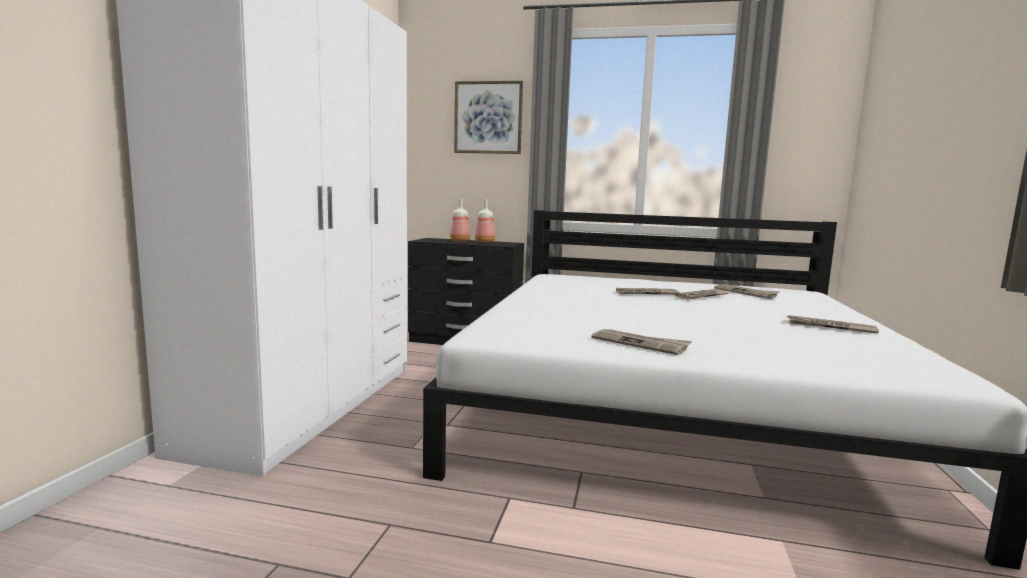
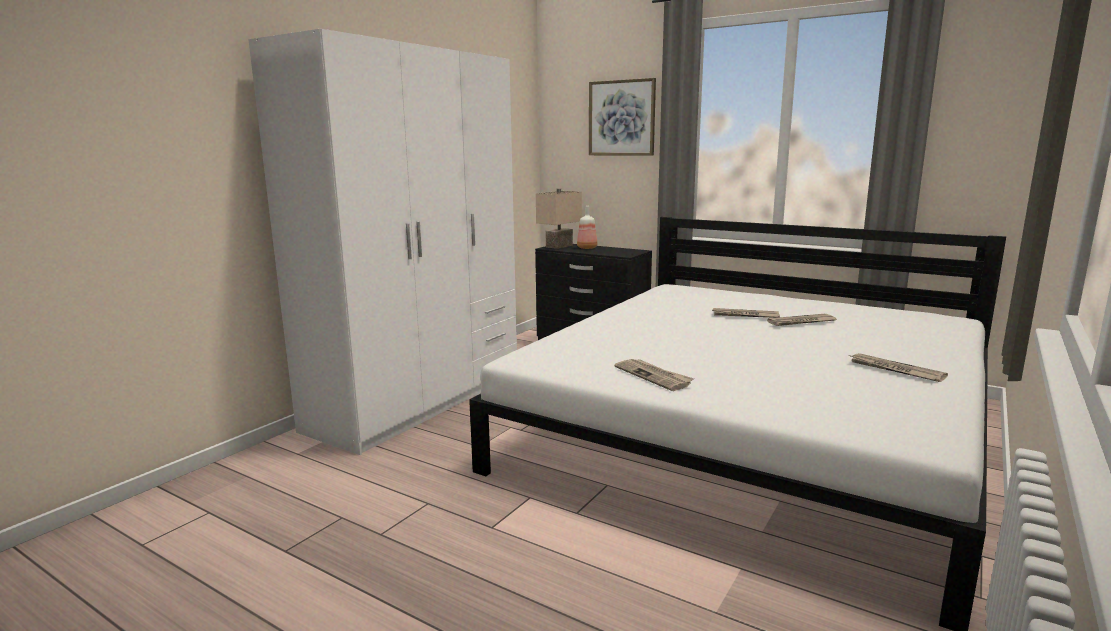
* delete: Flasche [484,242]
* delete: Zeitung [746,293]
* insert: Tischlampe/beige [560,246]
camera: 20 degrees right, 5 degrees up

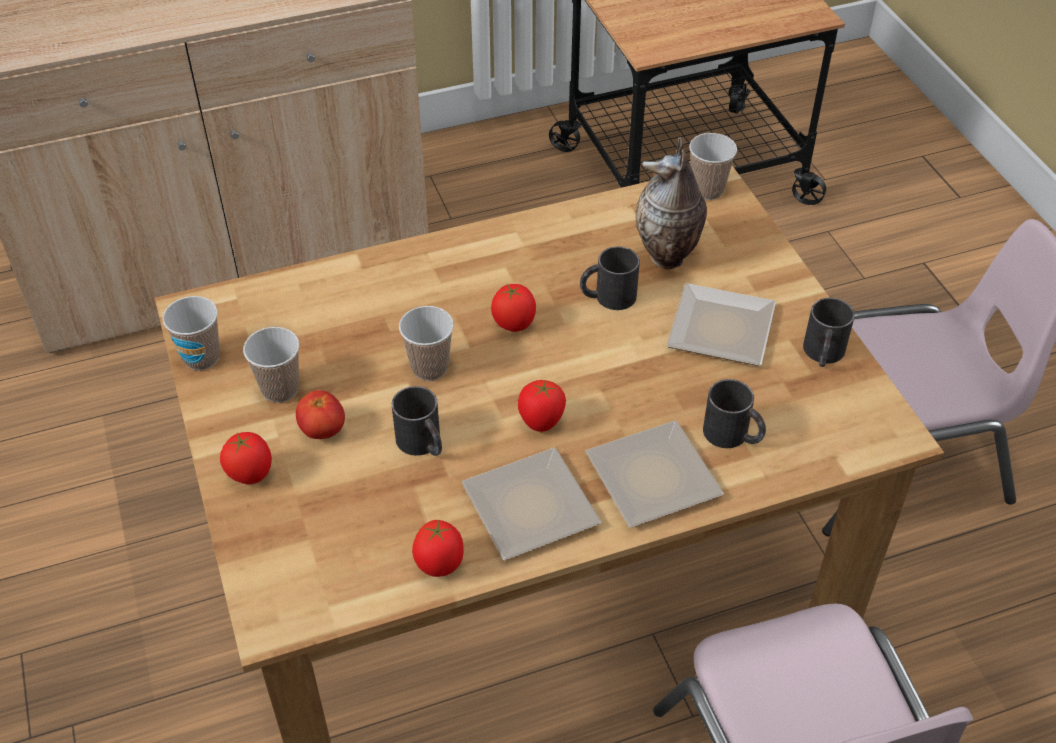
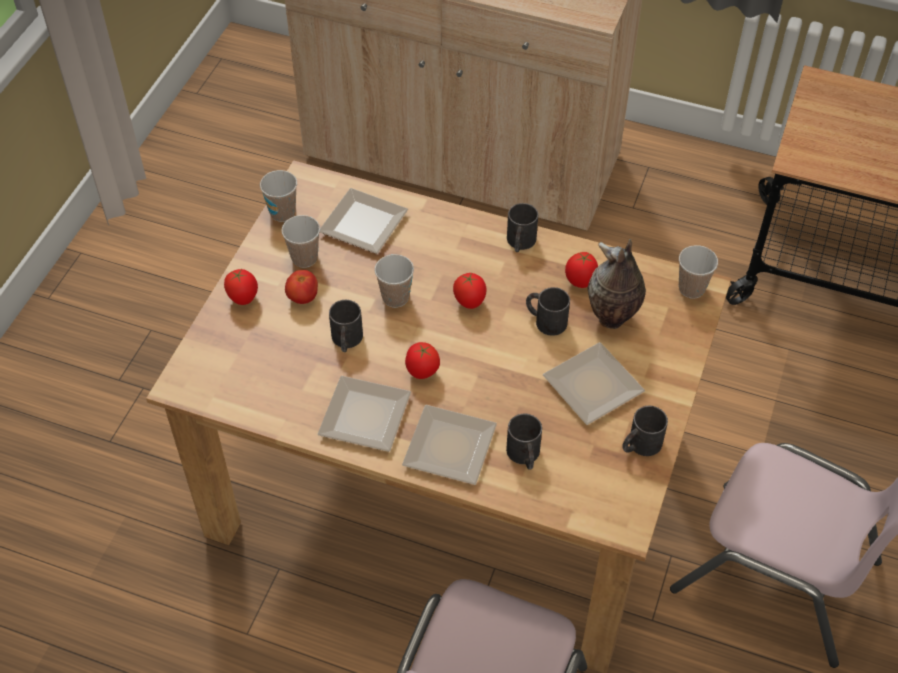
* insert: Teller [362,222]
* insert: Henkelbecher/schwarz [520,243]
* move: Tomate [440,566] to [580,282]
camera: 40 degrees right, 5 degrees up

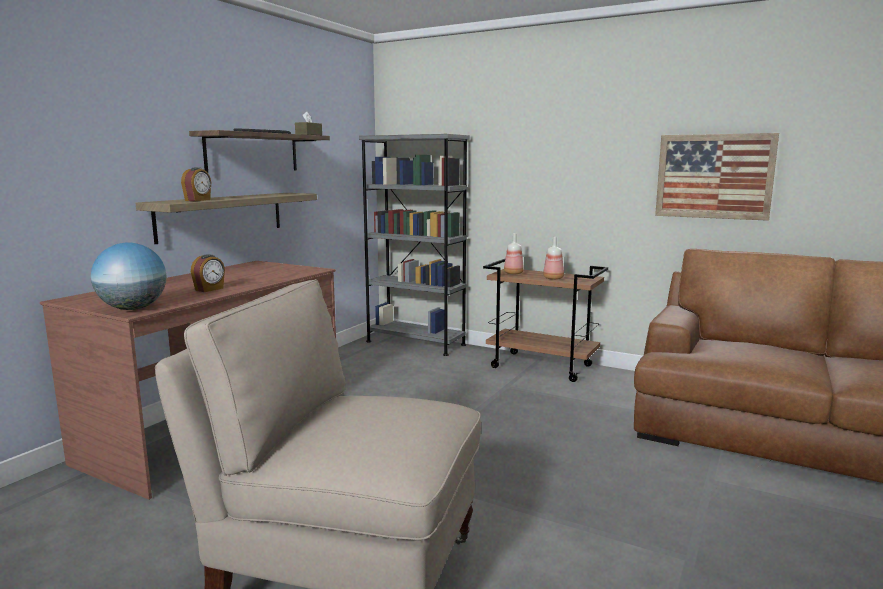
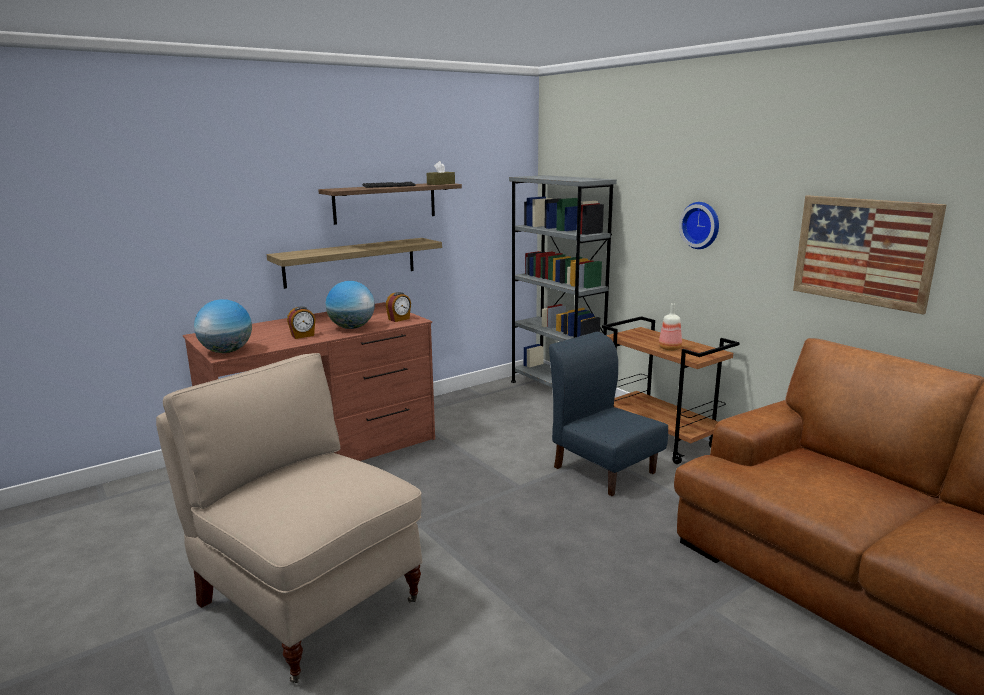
* delete: Flasche [513,273]
* insert: Globus [352,327]
* insert: Stuhl/blau [604,469]
* insert: Wanduhr [701,225]
* move: Wecker [198,200] to [399,319]
camera: 25 degrees right, 5 degrees up

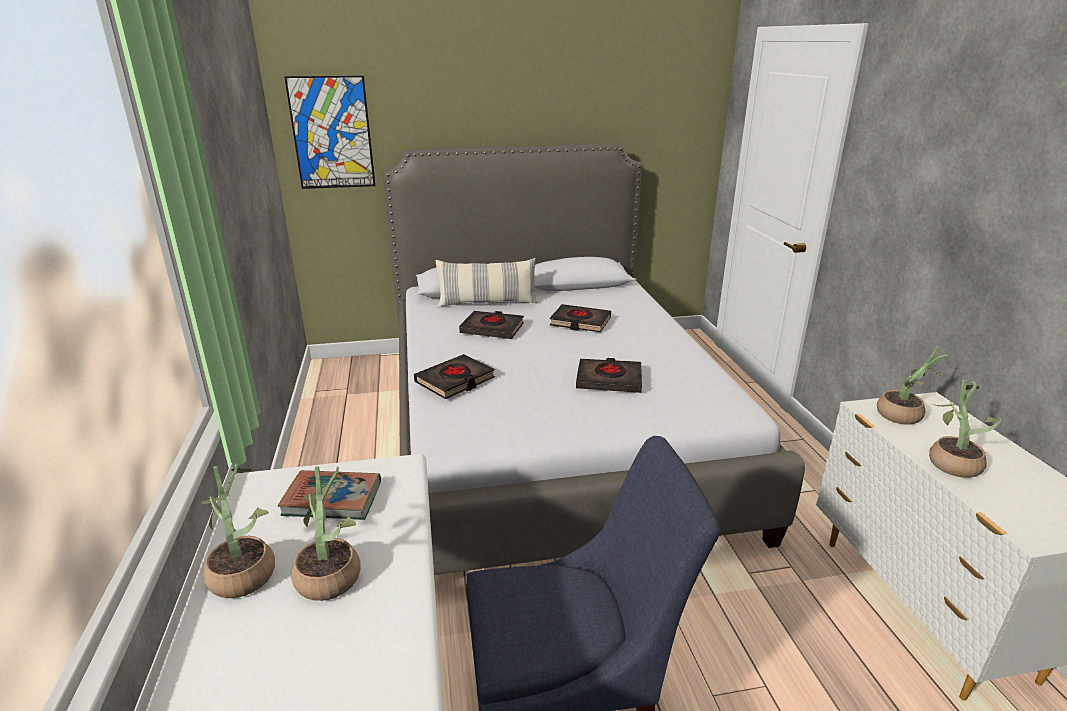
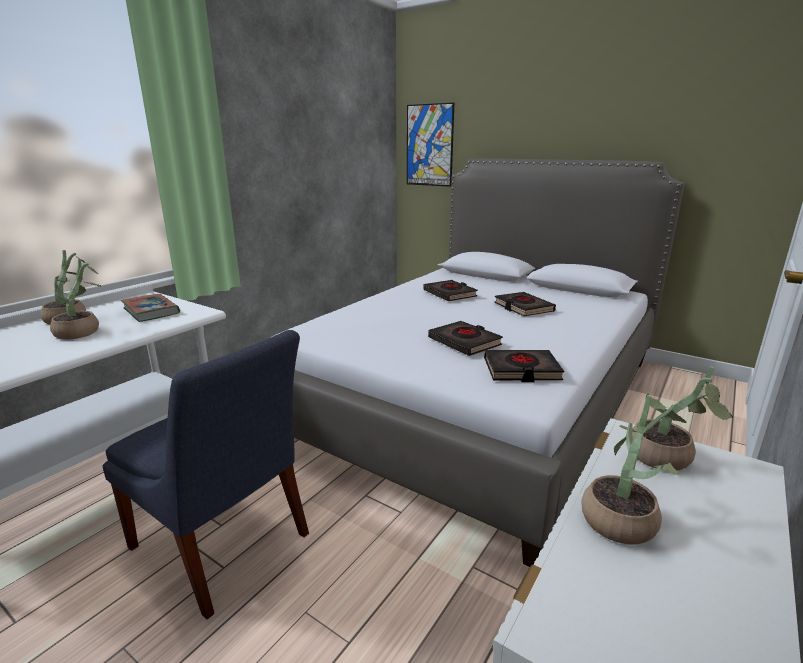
* delete: Kissen [487,303]
* move: Buch/schwarz [455,381] to [521,370]
camera: 45 degrees right, 5 degrees down

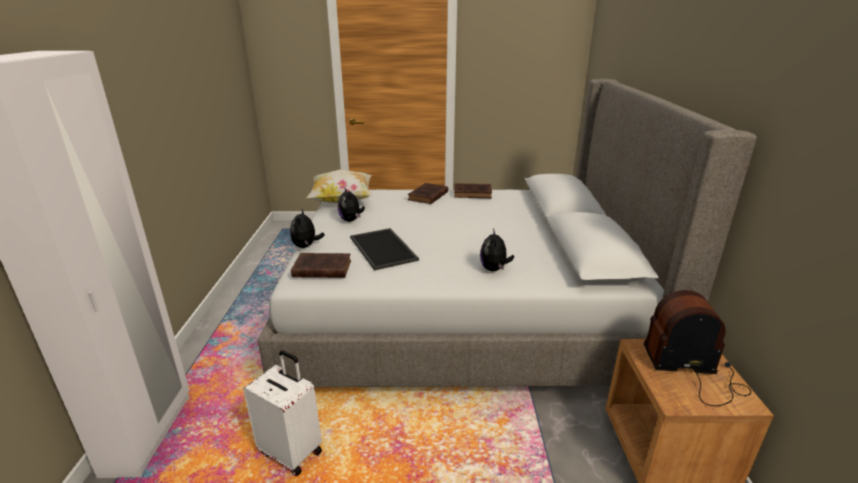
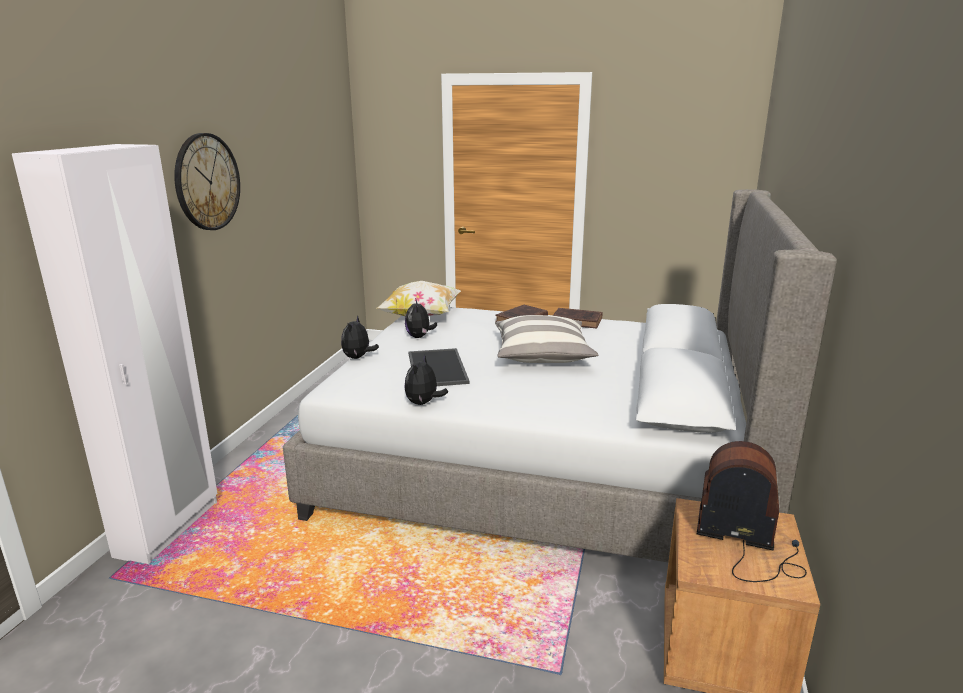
* delete: Koffer/weiß [292,451]
* delete: Buch/braun [320,269]
* insert: Wanduhr [207,182]
* insert: Kissen [542,354]
* move: Plüschtier [494,269] to [423,403]
camera: 15 degrees right, 5 degrees down

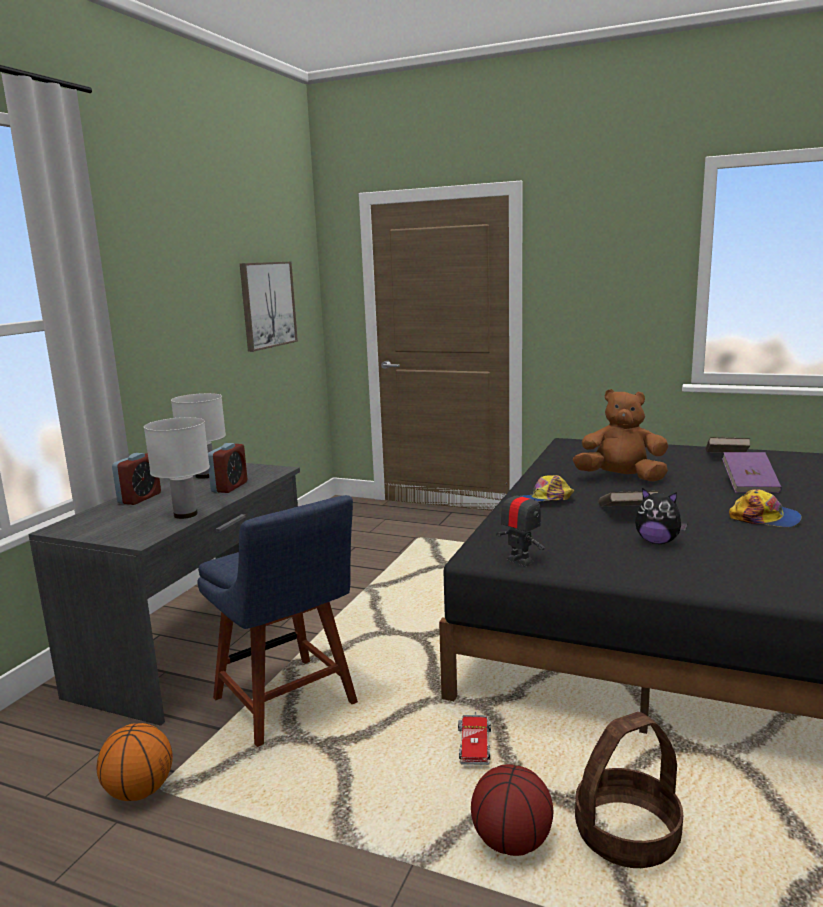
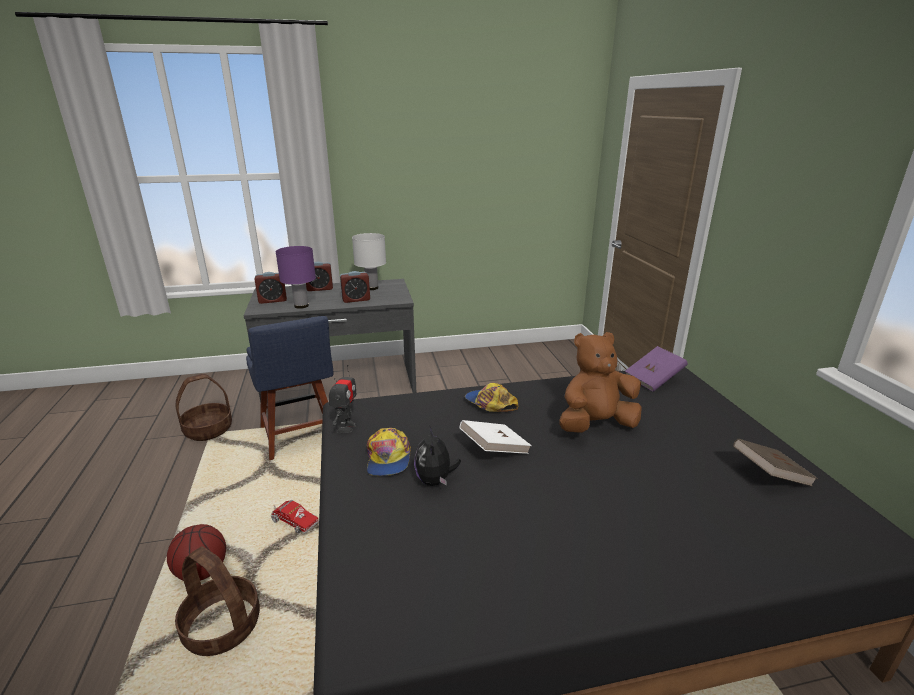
* delete: Bild [267,305]
* insert: Wecker [272,300]
* move: Buch/lila [750,486] to [653,379]
* move: Kappe [765,518] to [388,458]
* replace: Basketball [139,791] to Korb [208,429]
* recolor: Tischlampe/weiß [185,515] to Tischlampe/lila [301,306]
* recolor: Buch/braun [626,514] to Buch/weiß [494,449]
* rotate: Stuhl/blau [288,704] = [300,437] 45 degrees counterclockwise
* rotate: Spielzeuglaster [474,745] = [293,521] 120 degrees counterclockwise
* rotate: Plüschtier/braun [621,478] = [595,425] 90 degrees counterclockwise
camera: 55 degrees right, 10 degrees up

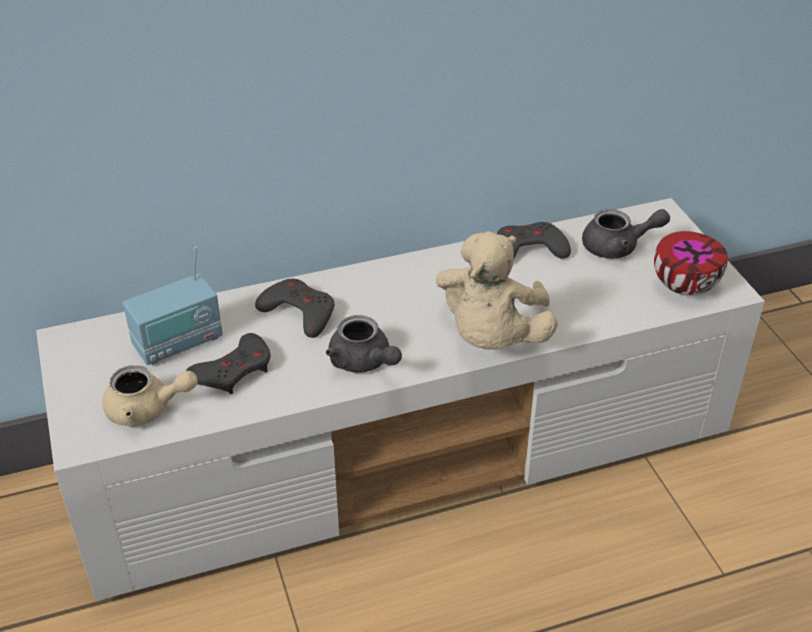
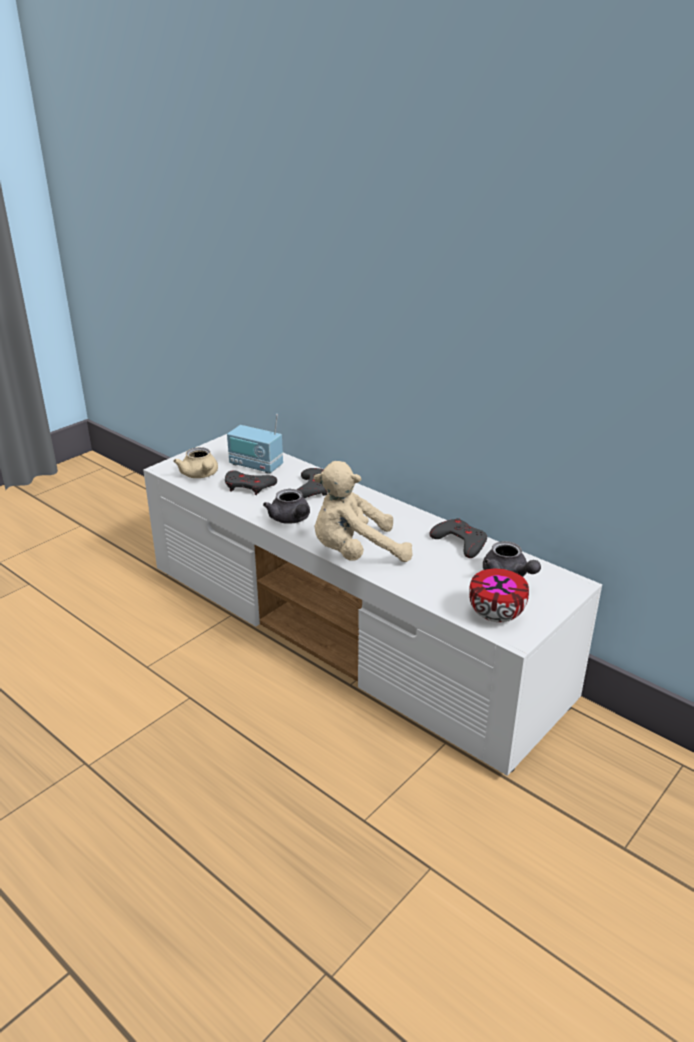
* rotate: Teekanne/grau [363,362] = [291,520] 45 degrees counterclockwise
camera: 60 degrees right, 10 degrees down

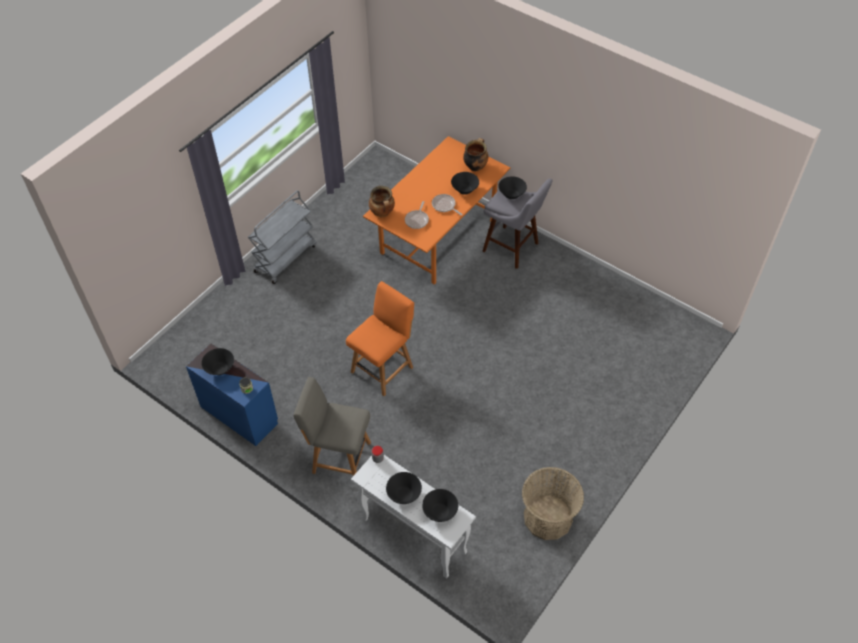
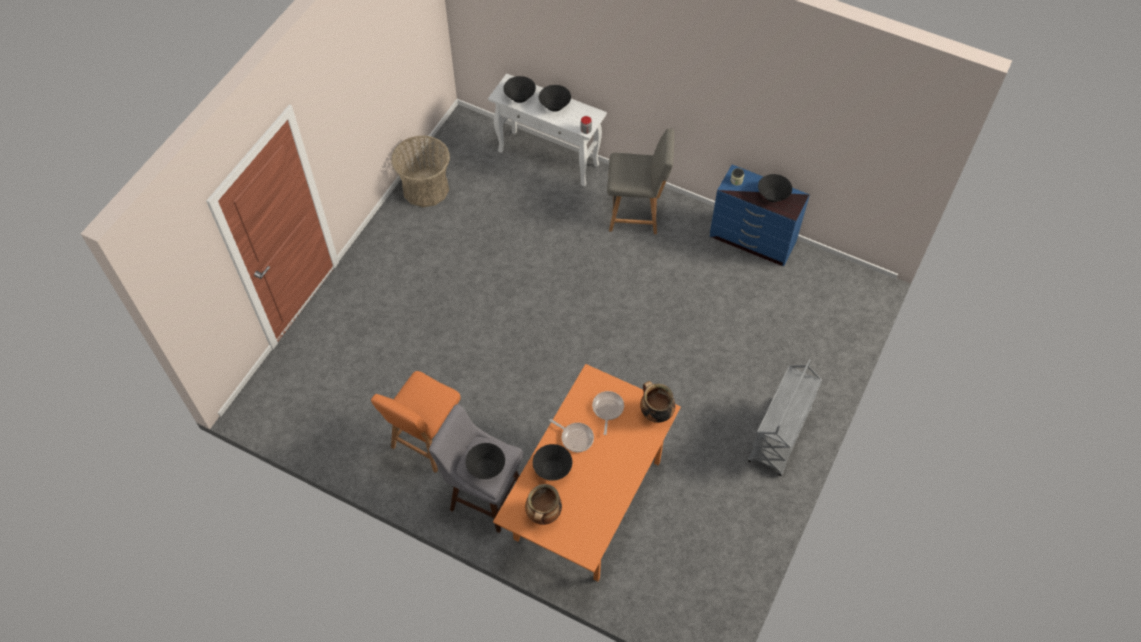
* move: Stuhl/orange [383,368] to [426,441]
camera: 170 degrees right, 5 degrees up

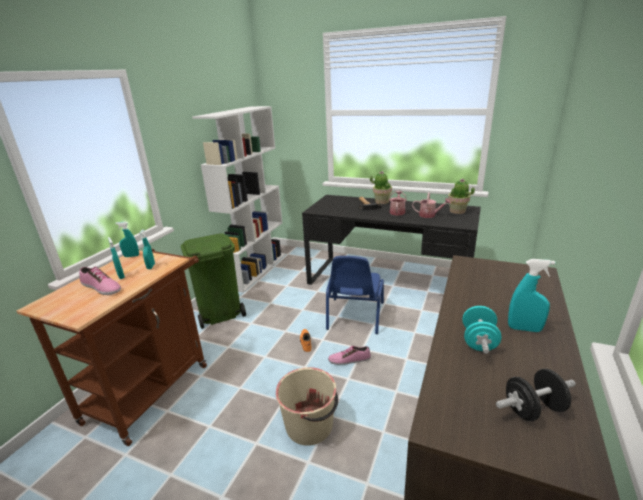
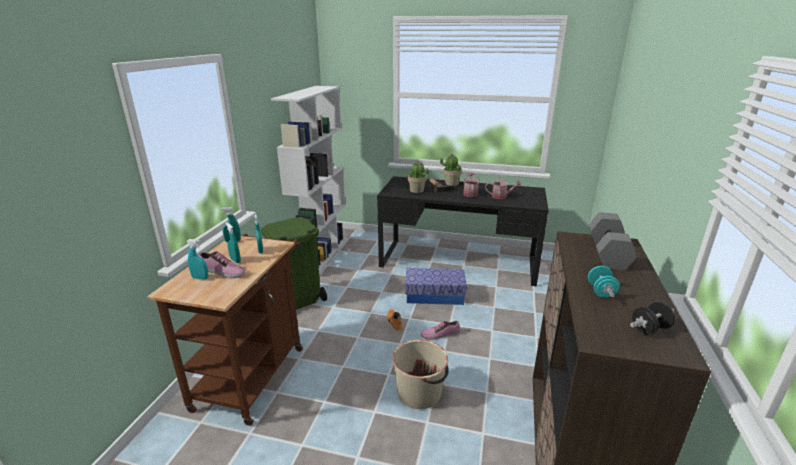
* insert: Hantel/grau [606,253]
* move: Topfpflanze [457,211] to [417,190]
* move: Sprühflasche/türkis [524,329] to [200,278]
* replace: Stuhl/blau [354,316] to Aufbewahrungsbox [434,295]
camera: 10 degrees left, 0 degrees up

